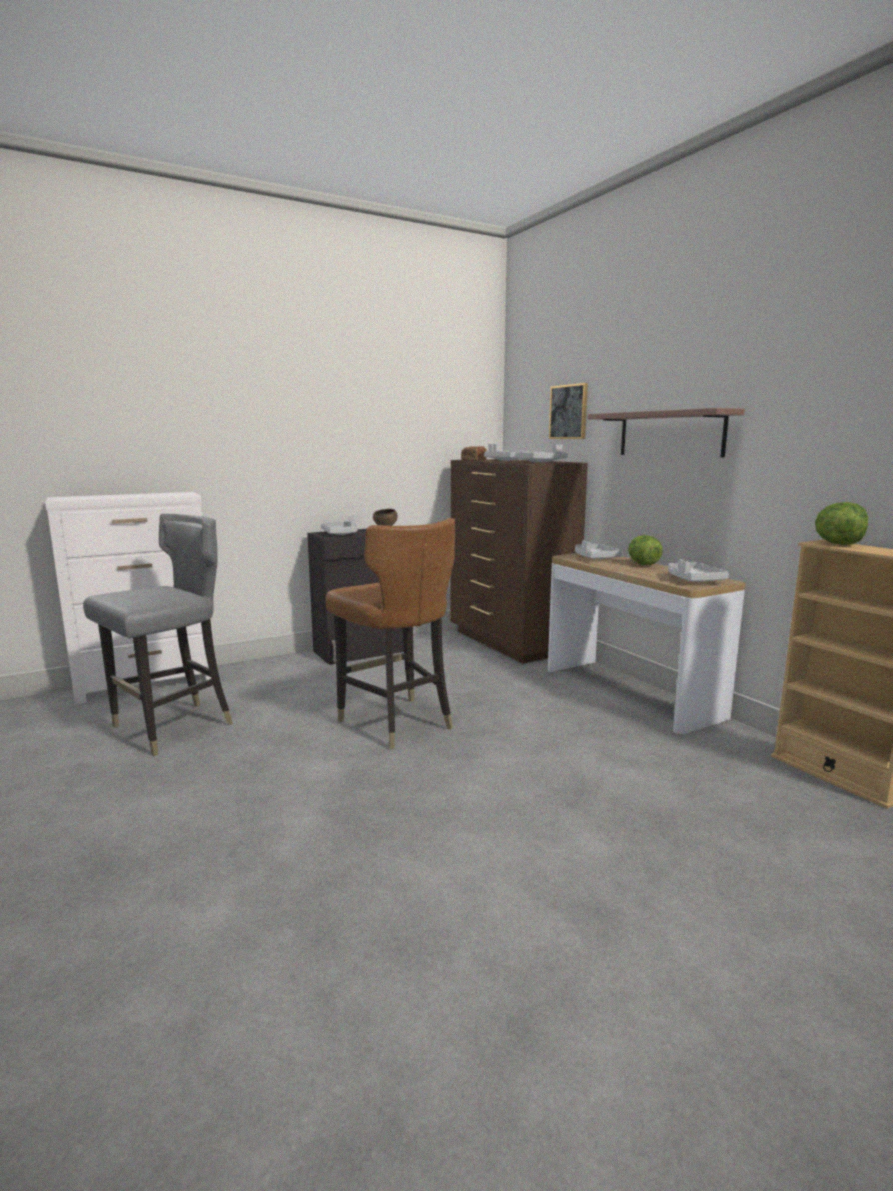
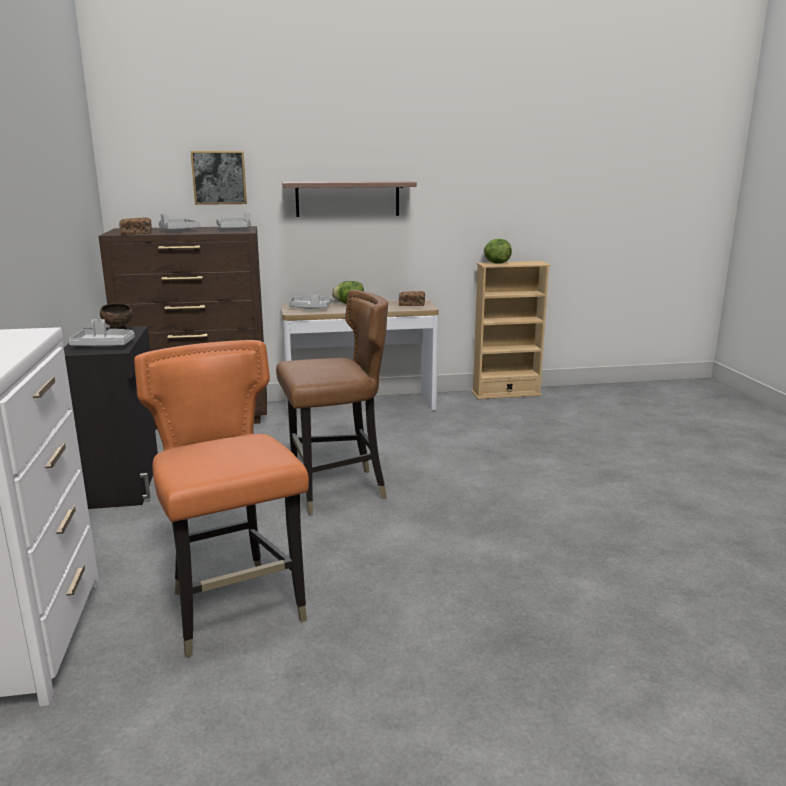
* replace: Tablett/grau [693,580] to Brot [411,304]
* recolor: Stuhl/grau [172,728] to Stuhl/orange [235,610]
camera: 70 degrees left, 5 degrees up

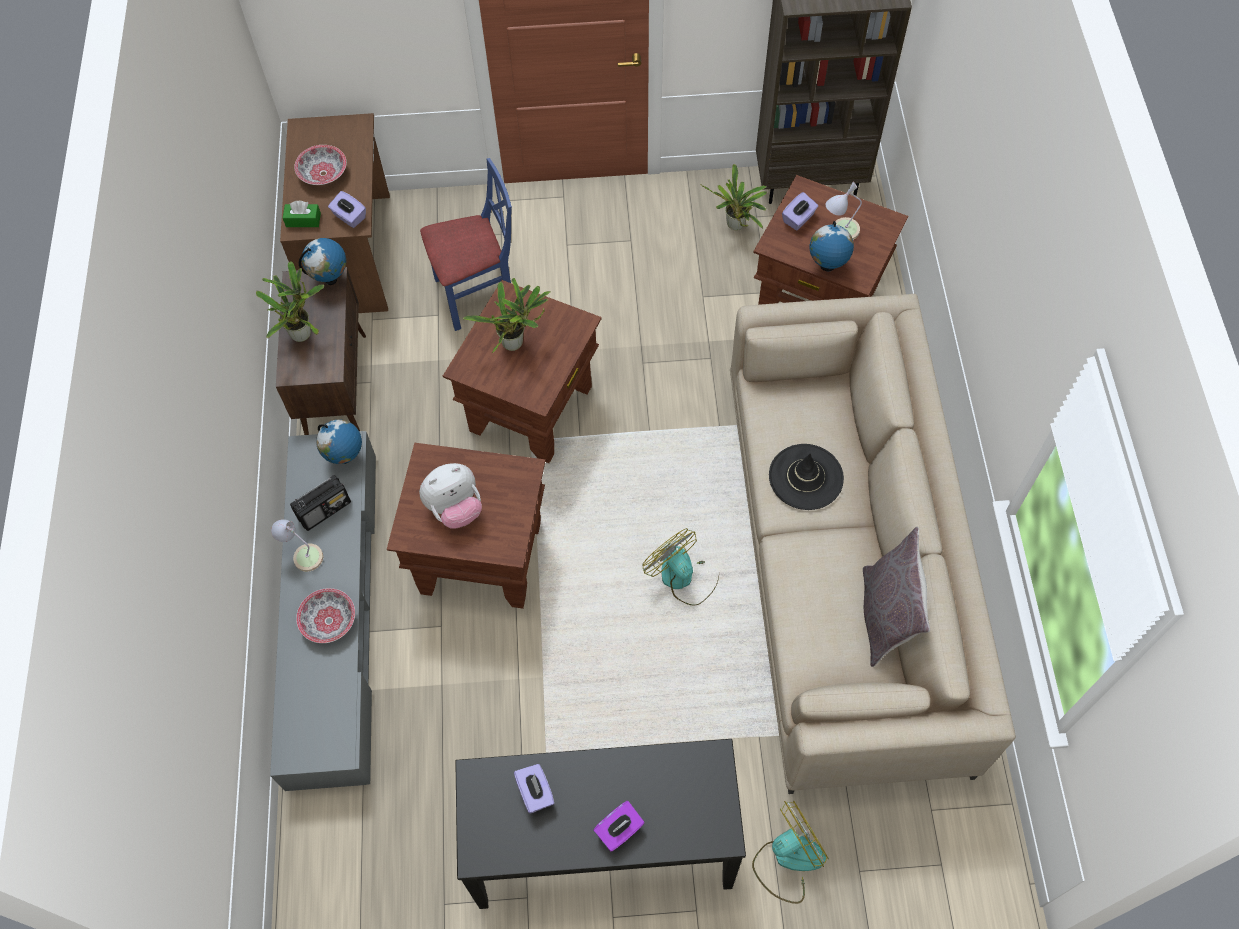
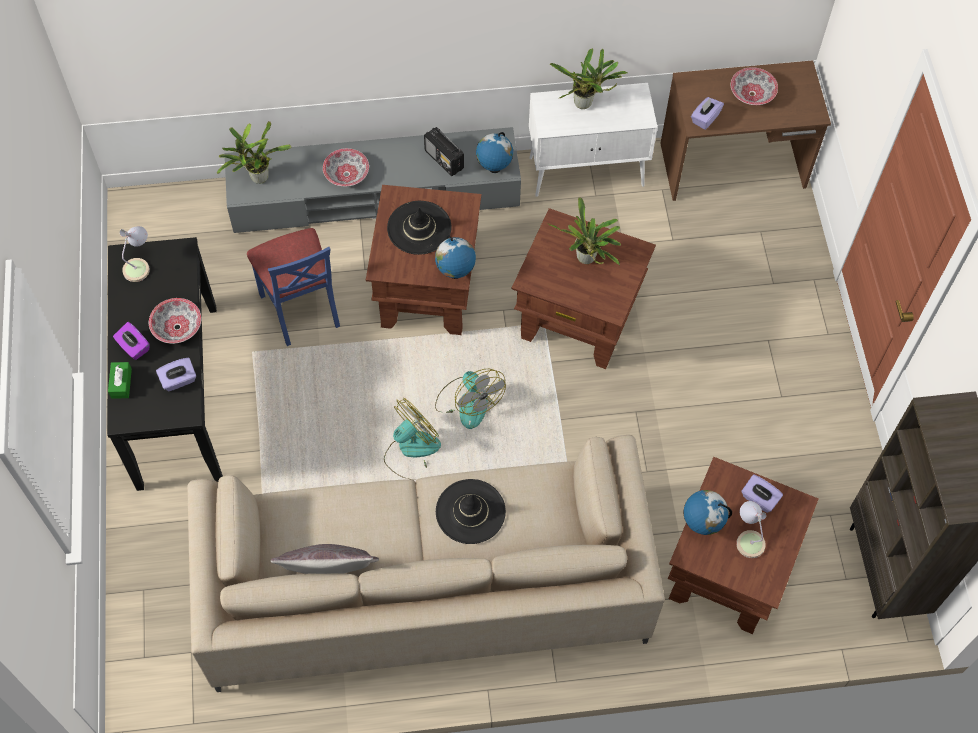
* insert: Schüssel [177,327]
* move: Tischlampe [303,554] to [139,265]
* move: Taschentuchbox/grün [303,220] to [121,383]
* move: Globus [330,279] to [455,273]
* move: Stuhl/blau [478,294] to [301,309]
* move: Taschentuchbox/lila [535,792] to [179,380]
* move: Topfpflanze [736,227] to [257,178]
* move: Ventilator [788,859] to [468,402]
* replace: Plüschtier [455,508] to Hut/schwarz [419,228]
* recolor: Schrank/braun [337,388] to Schrank/weiß [587,172]
camera: 85 degrees right, 0 degrees up

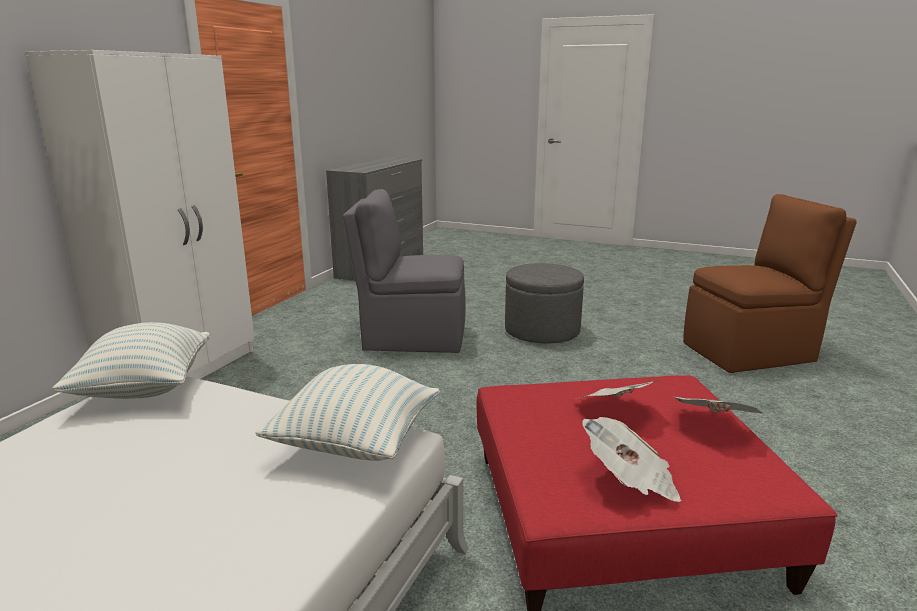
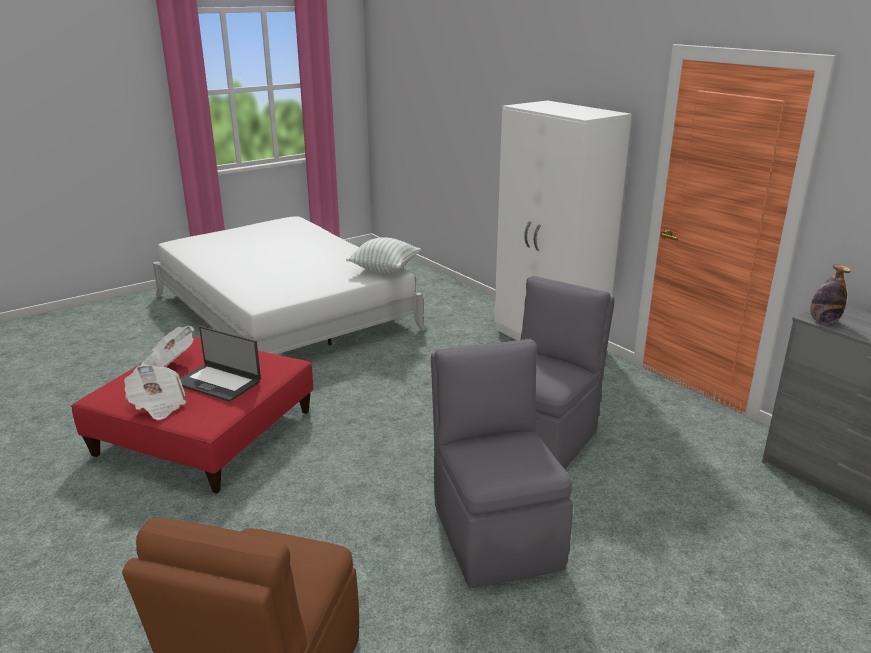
* delete: Kissen [355,445]
* insert: Flasche [823,321]
* replace: Polsterhocker/grau [542,331] to Stuhl/grau [495,533]
* replace: Zeitung [614,409] to Laptop [218,382]
camera: 120 degrees right, 5 degrees up

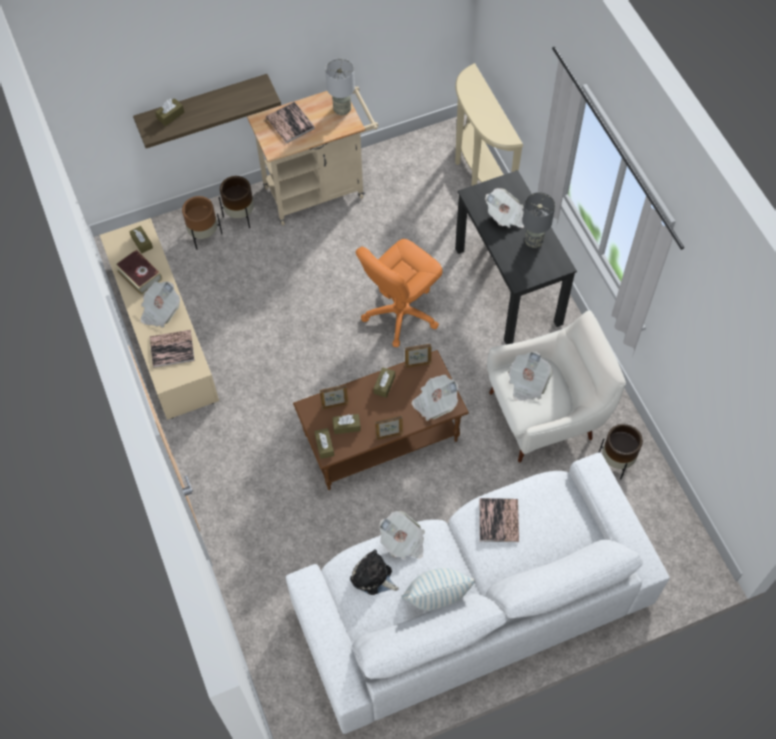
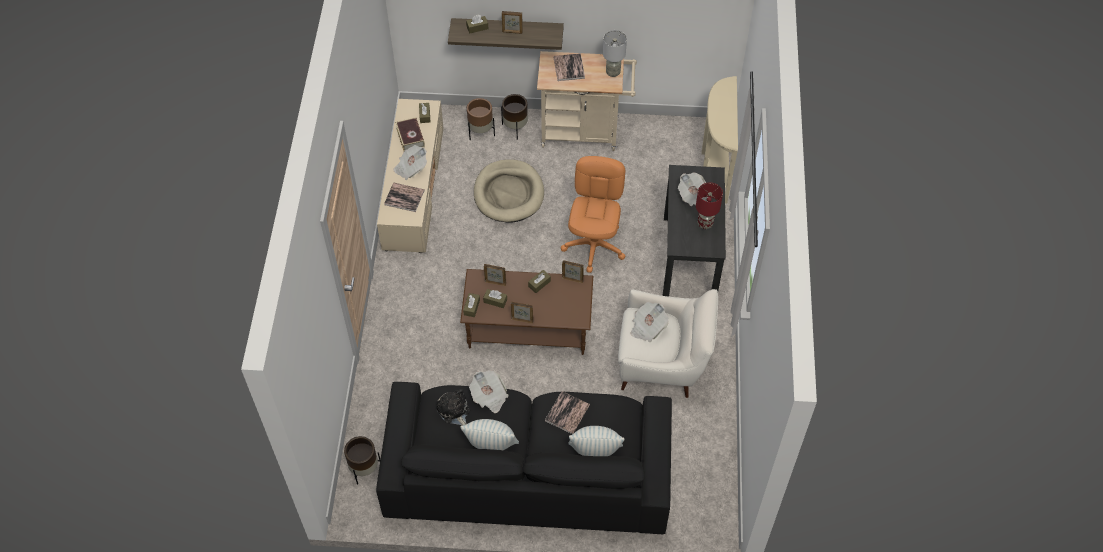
* delete: Zeitung [434,403]
* insert: Hundebett/beige [509,193]
* insert: Bilderrahmen [512,32]
* insert: Kissen [595,451]
* move: Pflanzkübel/braun [616,461] to [364,469]
* recolor: Sofa/weiß [471,600] to Sofa/schwarz [528,470]
* recolor: Tischlampe/grau [534,242] to Tischlampe/rot [705,224]
* rotate: Bürostuhl/orange [400,313] = [594,246] 120 degrees clockwise
camera: 25 degrees right, 5 degrees down

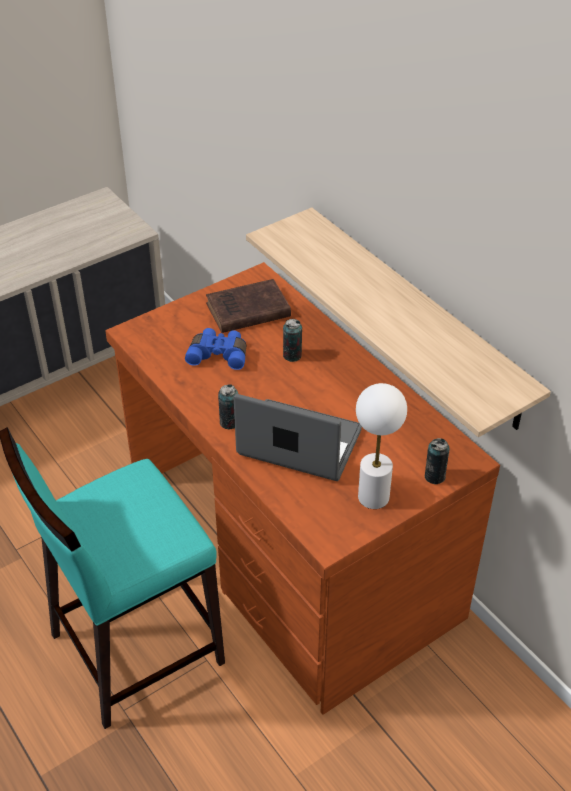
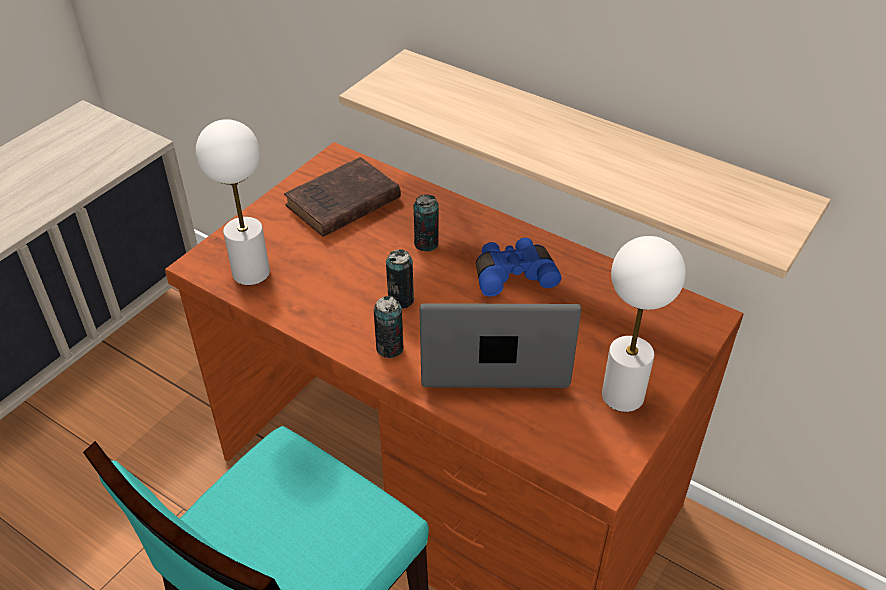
* insert: Tischlampe/weiß [250,272]
* move: Fernglas/blau [219,355] to [513,274]
* move: Dose [434,476] to [401,300]
camera: 20 degrees left, 0 degrees up

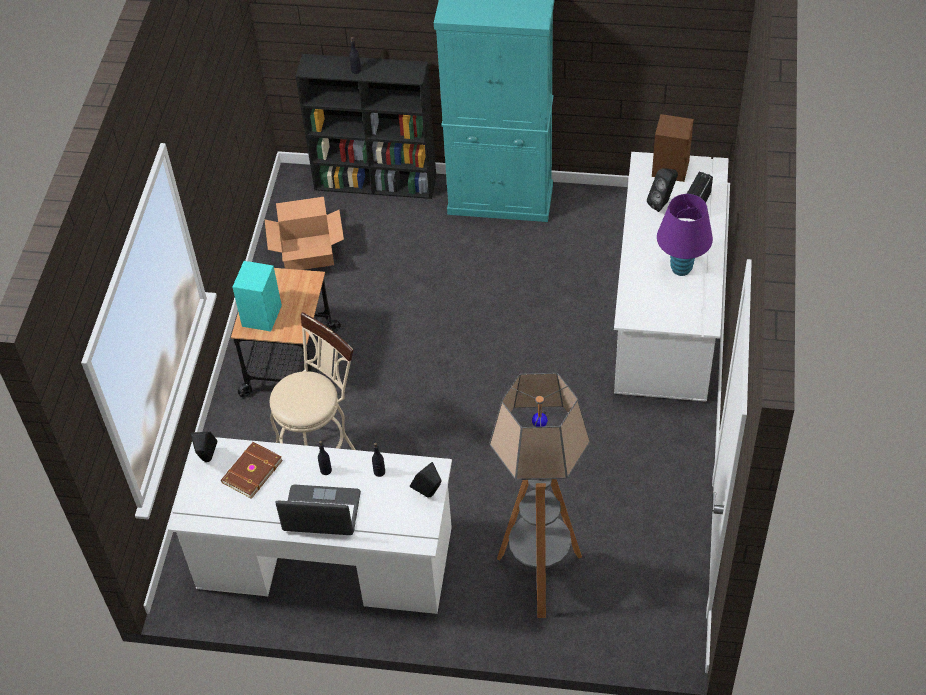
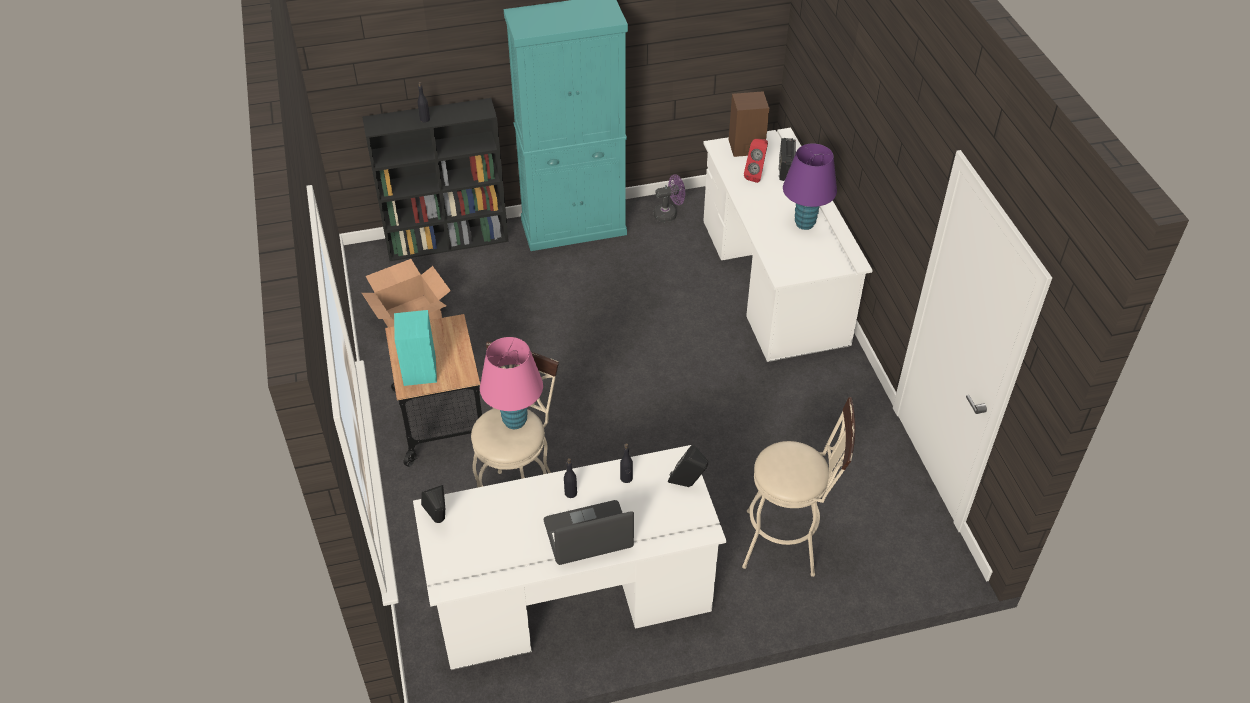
* delete: Buch/braun [251,471]
* insert: Tischlampe/rosa [515,421]
* insert: Ventilator/lila [669,214]
* replace: Stehlampe [539,575] to Hocker/beige [788,543]
* recolor: Lautsprecher/schwarz [662,203] to Lautsprecher/rot [756,175]
camera: 25 degrees left, 5 degrees down

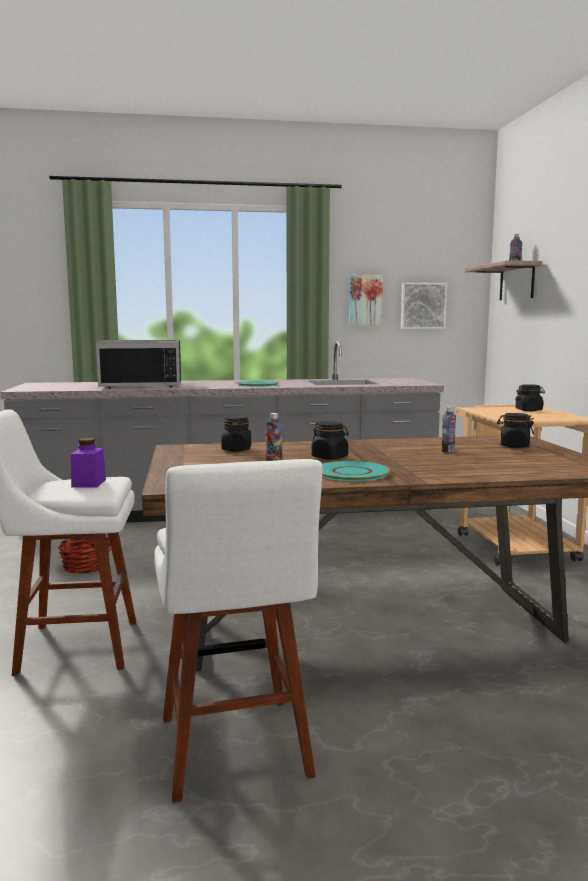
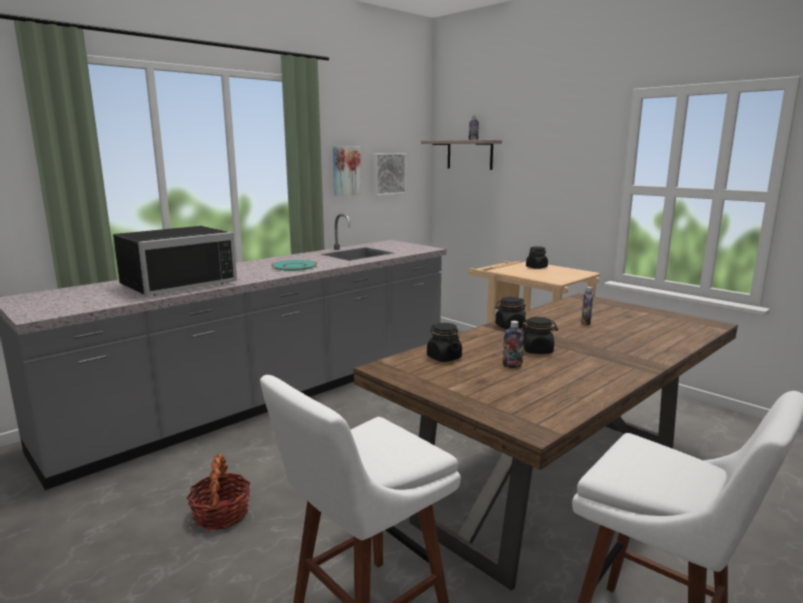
* delete: Vorratsglas/lila [89,483]
* delete: Teller/türkis [351,472]
* move: Vorratsglas/schwarz [514,446] to [509,326]
camera: 35 degrees left, 5 degrees up

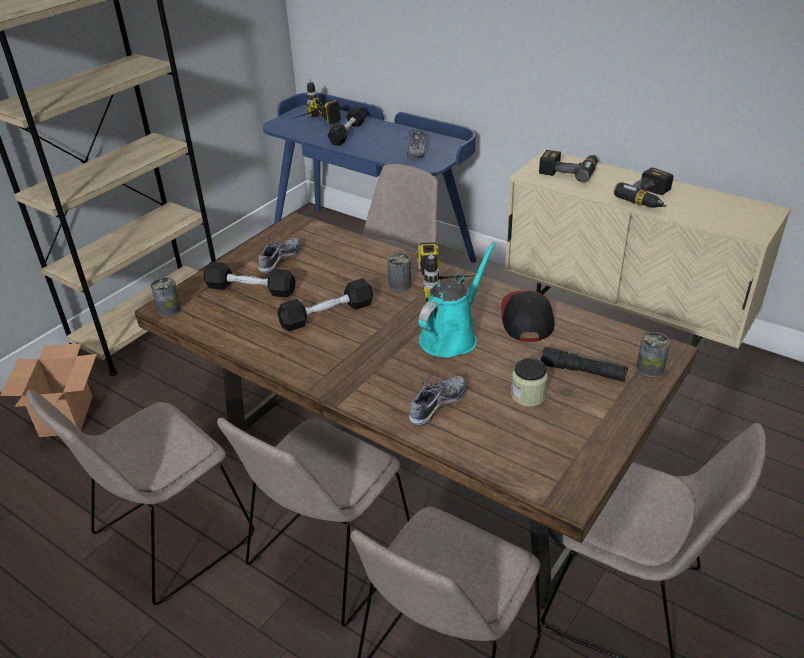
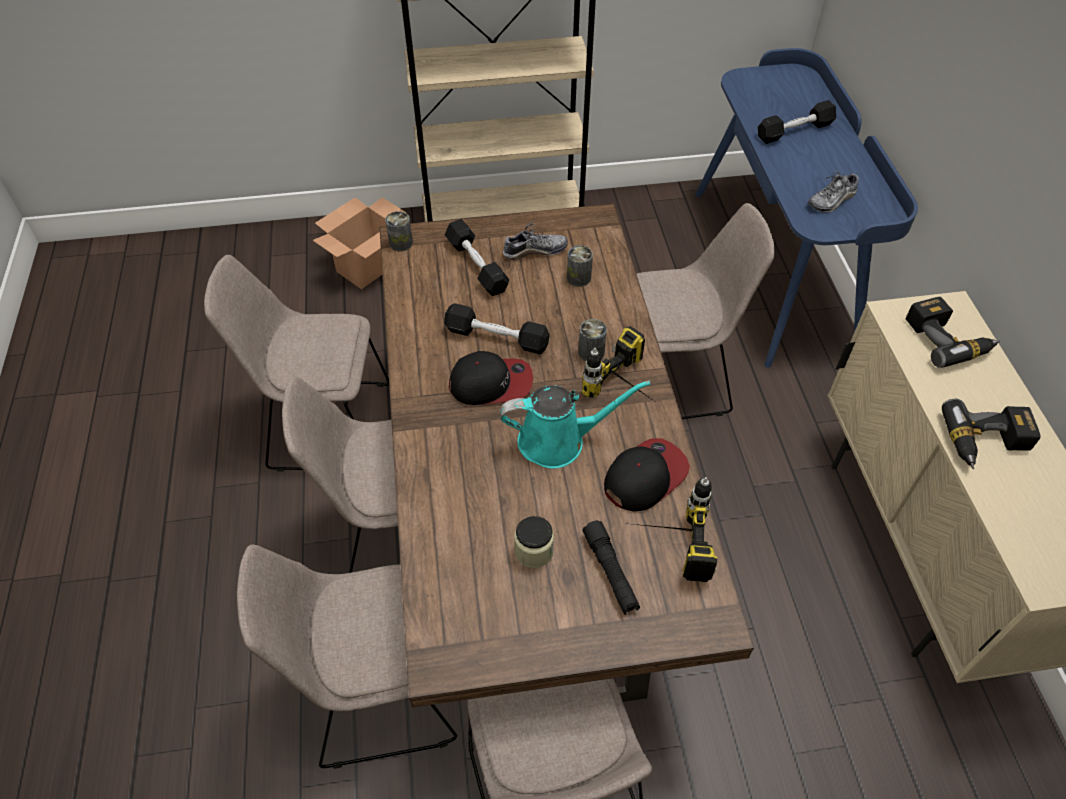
* delete: Schuh [437,405]
* insert: Kappe [491,383]
* move: Bohrmaschine [311,124] to [665,542]
* move: Dose [650,368] to [578,278]
camera: 45 degrees right, 15 degrees up

